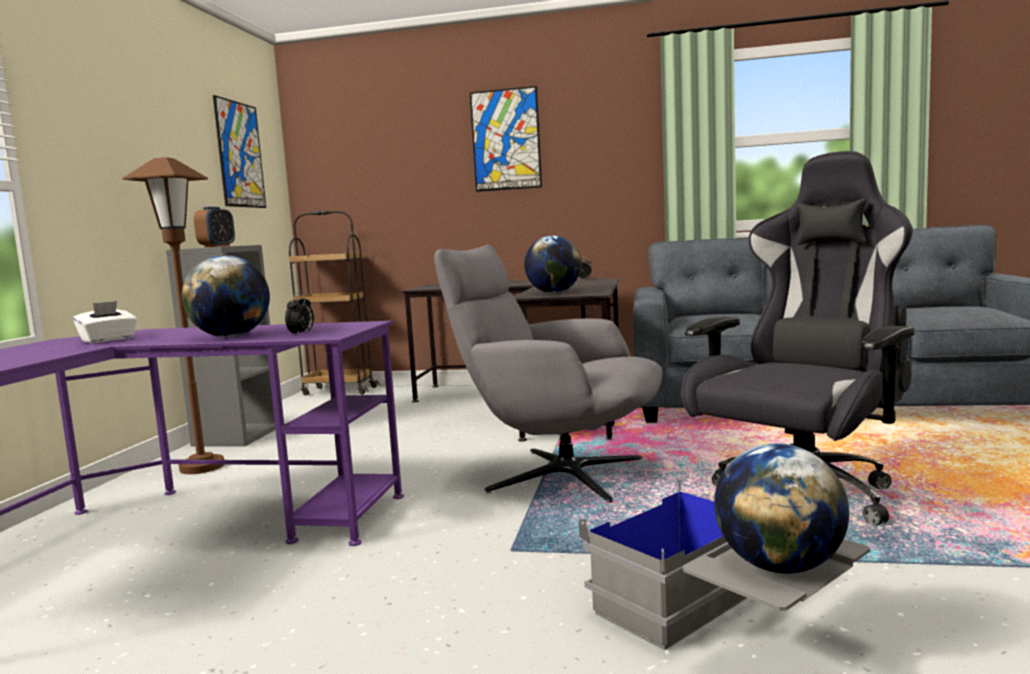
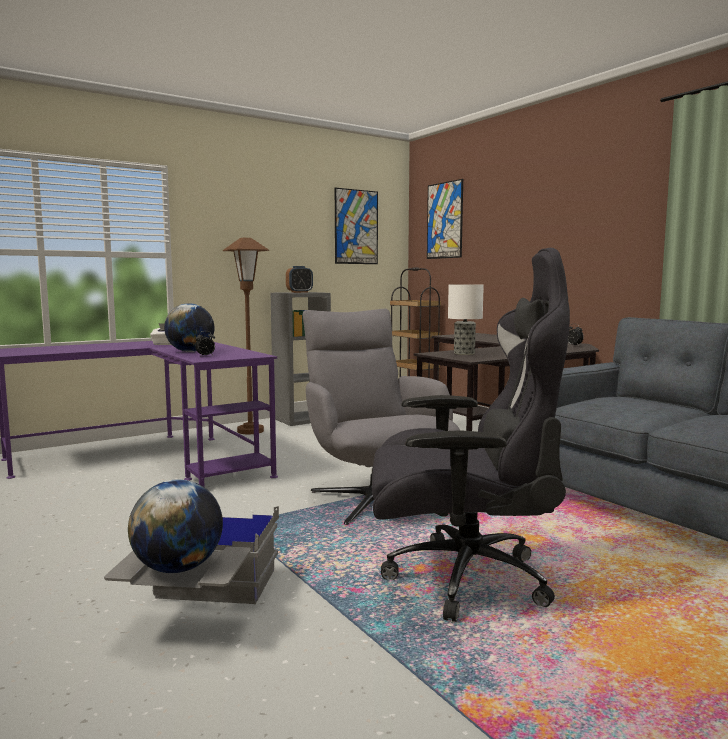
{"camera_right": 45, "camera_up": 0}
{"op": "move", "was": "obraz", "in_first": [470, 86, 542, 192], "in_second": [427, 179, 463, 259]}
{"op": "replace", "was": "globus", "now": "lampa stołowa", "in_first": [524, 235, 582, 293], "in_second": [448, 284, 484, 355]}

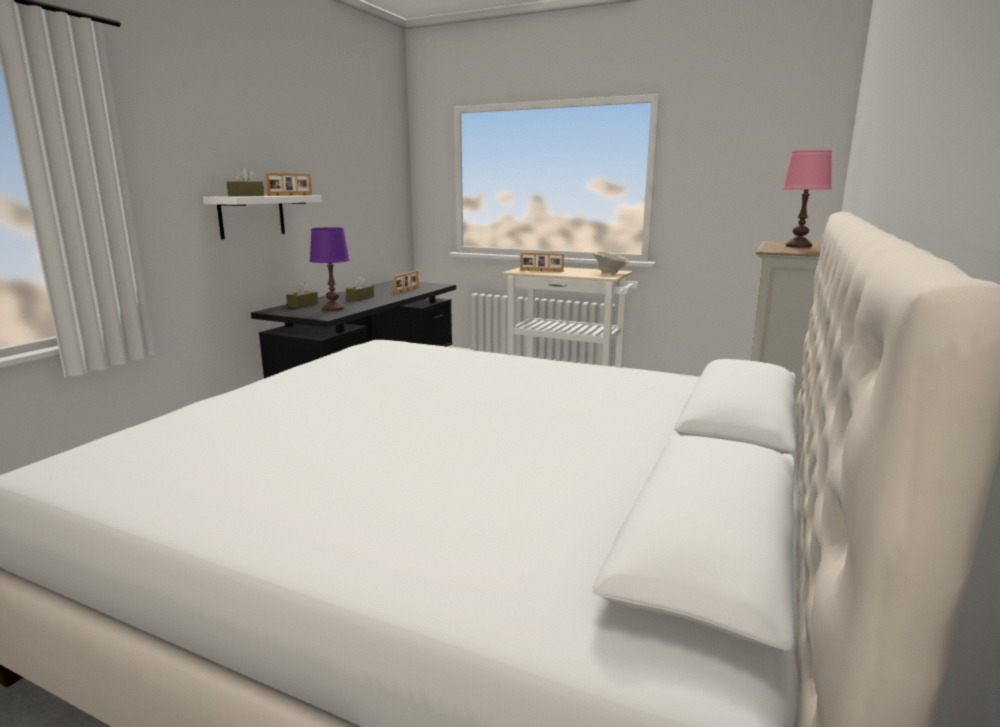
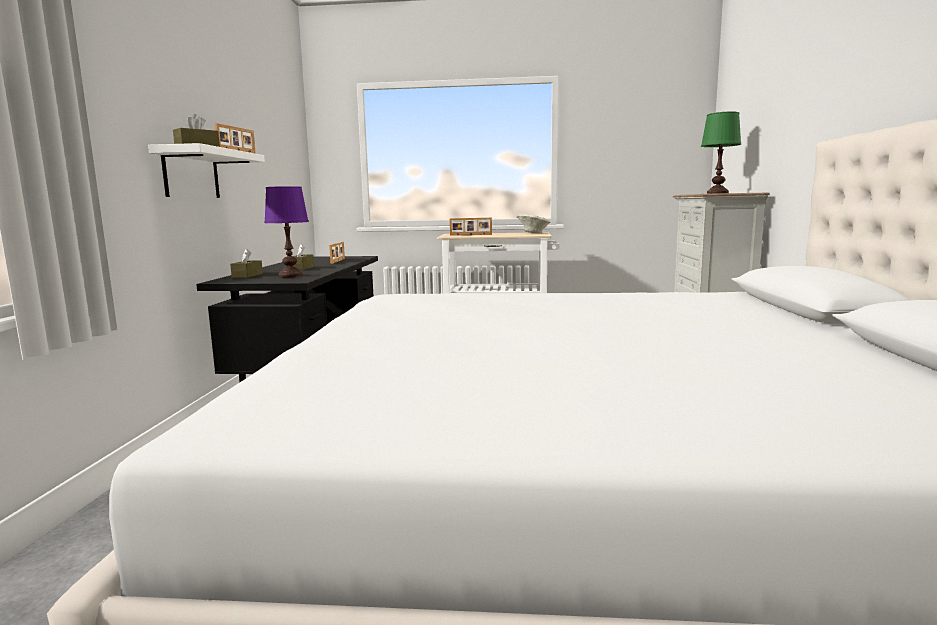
{"camera_right": -20, "camera_up": -5}
{"op": "recolor", "was": "lampa stołowa/różowy", "now": "lampa stołowa/zielony", "in_first": [782, 150, 832, 248], "in_second": [701, 111, 741, 194]}

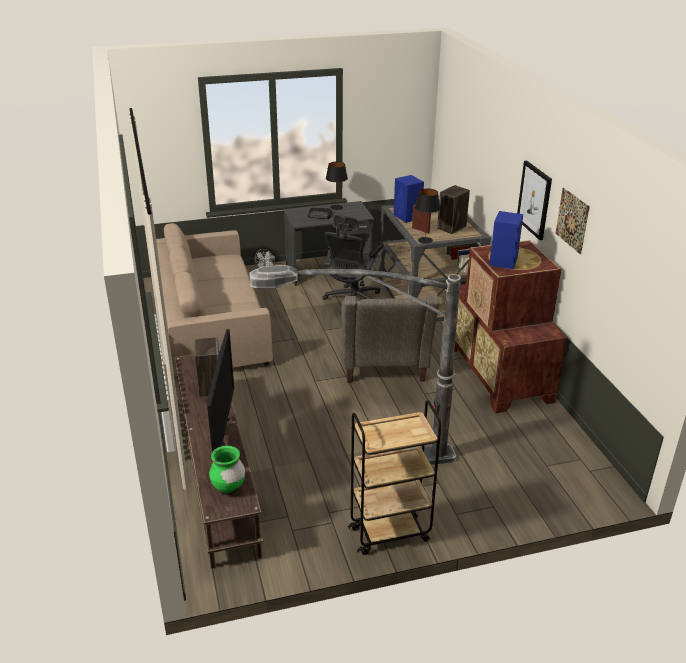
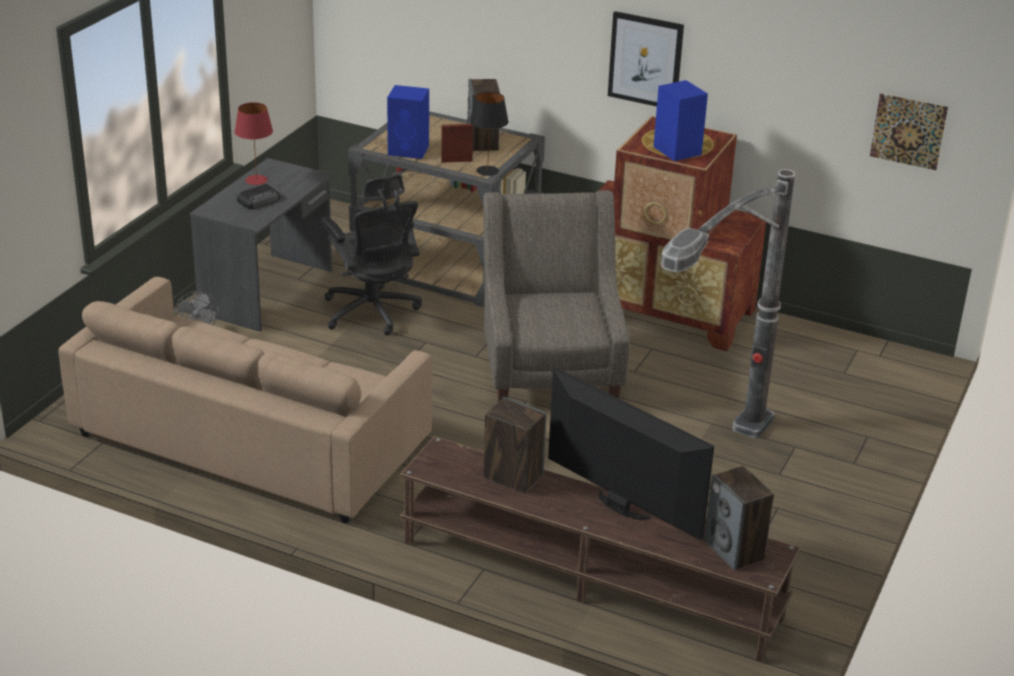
{"camera_right": -50, "camera_up": 0}
{"op": "recolor", "was": "lampa stołowa/czarny", "now": "lampa stołowa/czerwony", "in_first": [326, 162, 348, 210], "in_second": [235, 102, 273, 185]}
{"op": "rotate", "was": "fotel/szary", "in_first": [341, 295, 440, 382], "in_second": [483, 190, 630, 402], "clockwise": -135}
{"op": "replace", "was": "wazon/zielony", "now": "głośnik", "in_first": [209, 446, 245, 495], "in_second": [704, 466, 774, 570]}
{"op": "move", "was": "obraz", "in_first": [555, 188, 590, 254], "in_second": [870, 93, 948, 170]}
{"op": "delete", "was": "wózek/brązowy", "in_first": [348, 400, 441, 555]}

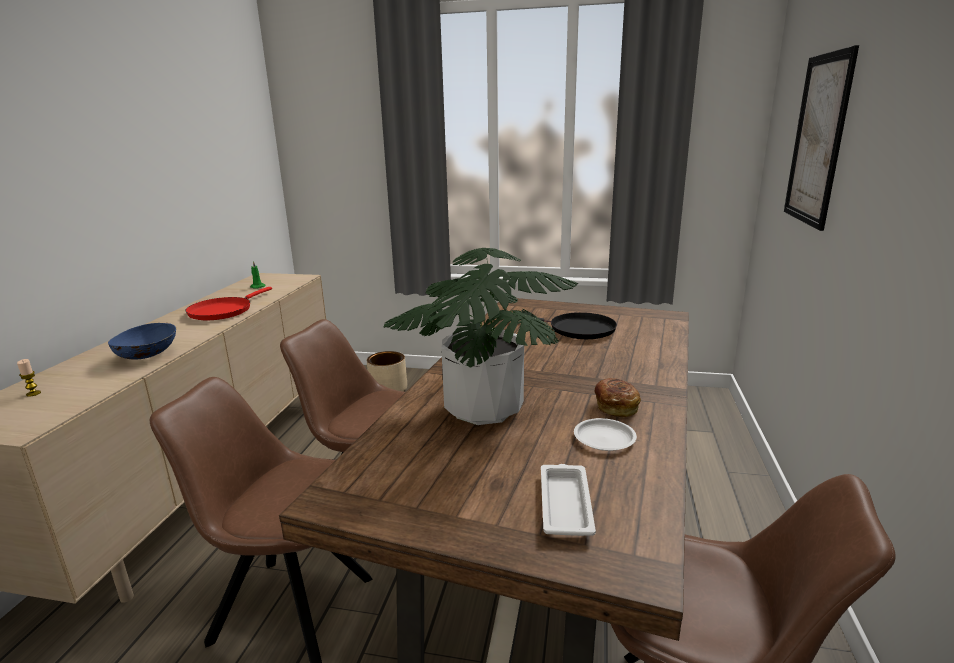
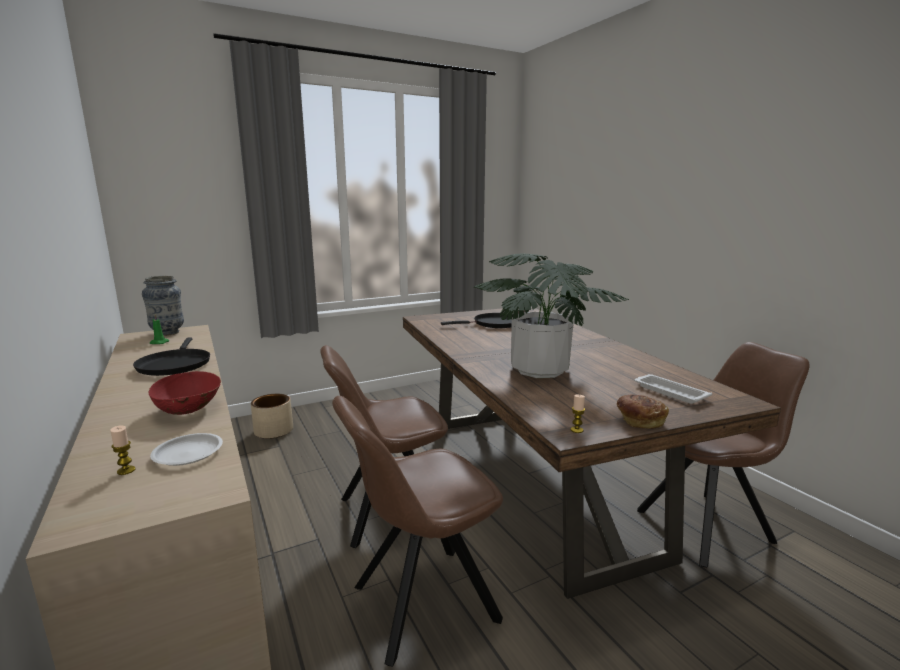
{"camera_right": -40, "camera_up": -5}
{"op": "recolor", "was": "patelnia/czerwony", "now": "patelnia/czarny", "in_first": [185, 287, 272, 320], "in_second": [133, 337, 210, 376]}
{"op": "insert", "now": "wazon", "in_second": [142, 276, 184, 336]}
{"op": "recolor", "was": "miska/niebieski", "now": "miska/czerwony", "in_first": [108, 323, 176, 359], "in_second": [149, 371, 221, 415]}
{"op": "move", "was": "talerz/biały", "in_first": [574, 418, 637, 451], "in_second": [150, 433, 223, 466]}
{"op": "insert", "now": "świeca", "in_second": [571, 394, 585, 433]}
{"op": "move", "was": "chleb", "in_first": [595, 378, 641, 418], "in_second": [617, 395, 669, 429]}
{"op": "delete", "was": "obraz", "in_first": [784, 45, 859, 231]}

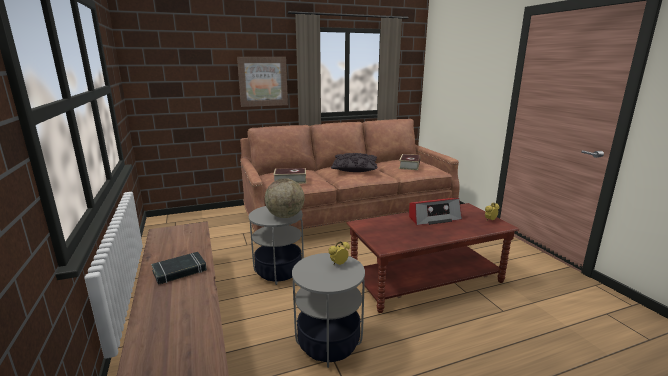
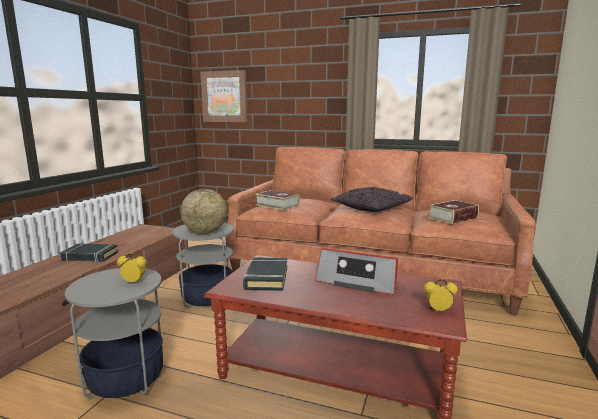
{"camera_right": 40, "camera_up": -5}
{"op": "move", "was": "obraz", "in_first": [237, 57, 288, 107], "in_second": [200, 70, 248, 122]}
{"op": "insert", "now": "książka/czarny", "in_second": [243, 257, 287, 291]}

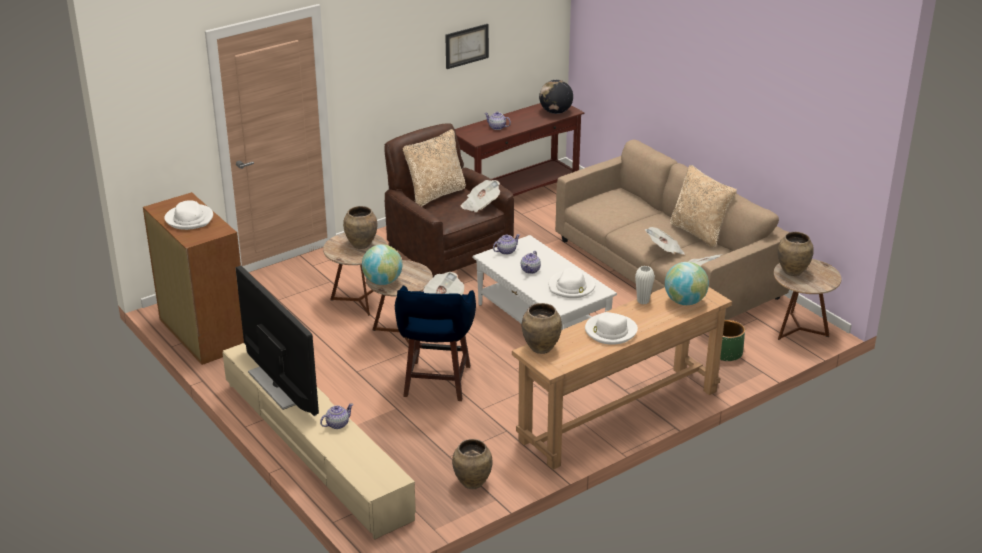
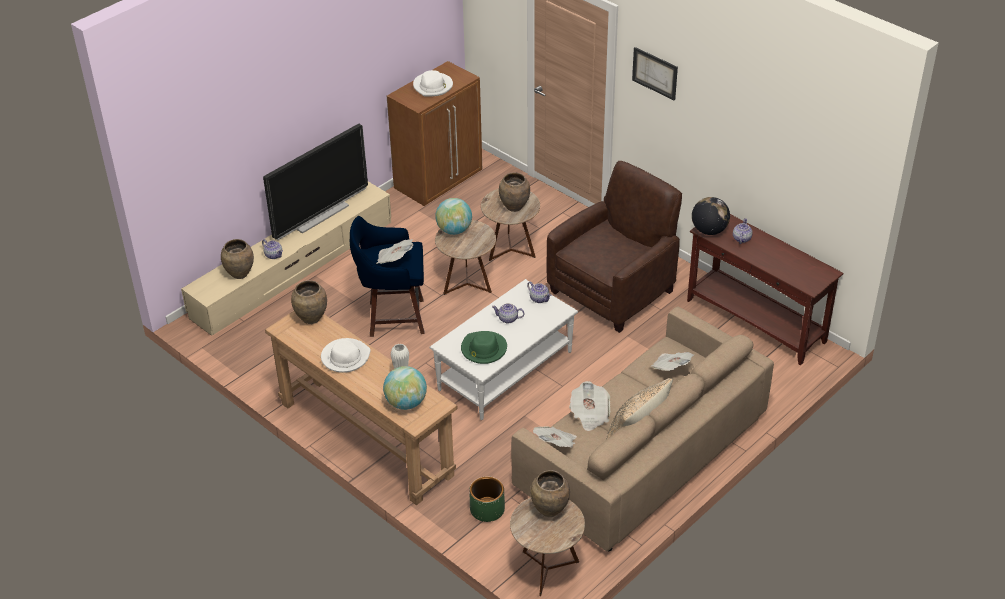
{"camera_right": 80, "camera_up": 10}
{"op": "move", "was": "wazon/brązowy", "in_first": [452, 439, 492, 489], "in_second": [221, 239, 254, 279]}
{"op": "recolor", "was": "kapelusz/biały", "now": "kapelusz/zielony", "in_first": [549, 268, 595, 298], "in_second": [461, 331, 507, 364]}
{"op": "move", "was": "obraz", "in_first": [445, 24, 489, 69], "in_second": [632, 47, 678, 100]}
{"op": "move", "was": "gazeta", "in_first": [461, 180, 500, 212], "in_second": [650, 352, 694, 371]}
{"op": "move", "was": "globus", "in_first": [539, 80, 573, 114], "in_second": [692, 197, 730, 235]}
{"op": "delete", "was": "poduszka/beżowy", "in_first": [403, 129, 466, 206]}

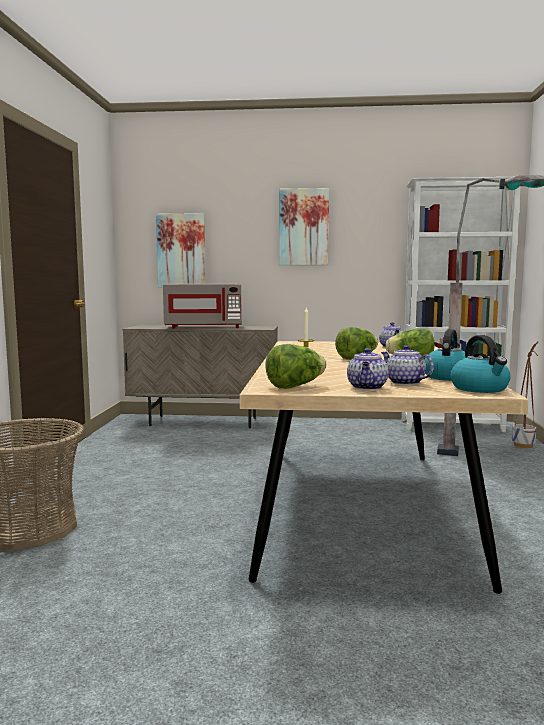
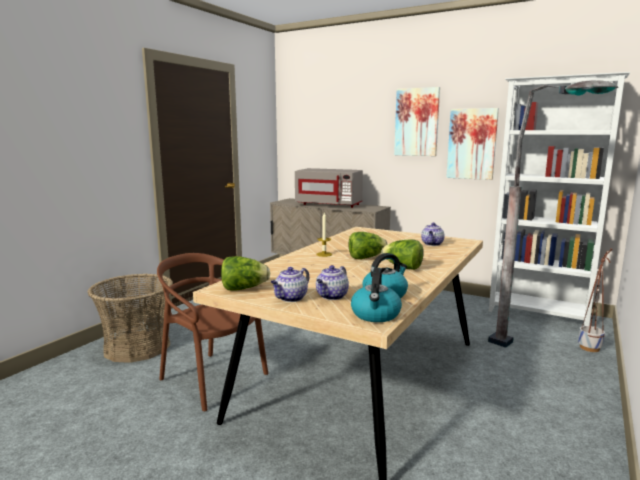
{"camera_right": 25, "camera_up": 5}
{"op": "insert", "now": "krzesło/brązowy", "in_second": [157, 253, 268, 411]}
{"op": "rotate", "was": "imbryk", "in_first": [381, 345, 434, 385], "in_second": [316, 265, 349, 300], "clockwise": -135}
{"op": "move", "was": "obraz", "in_first": [156, 213, 206, 288], "in_second": [446, 108, 499, 180]}

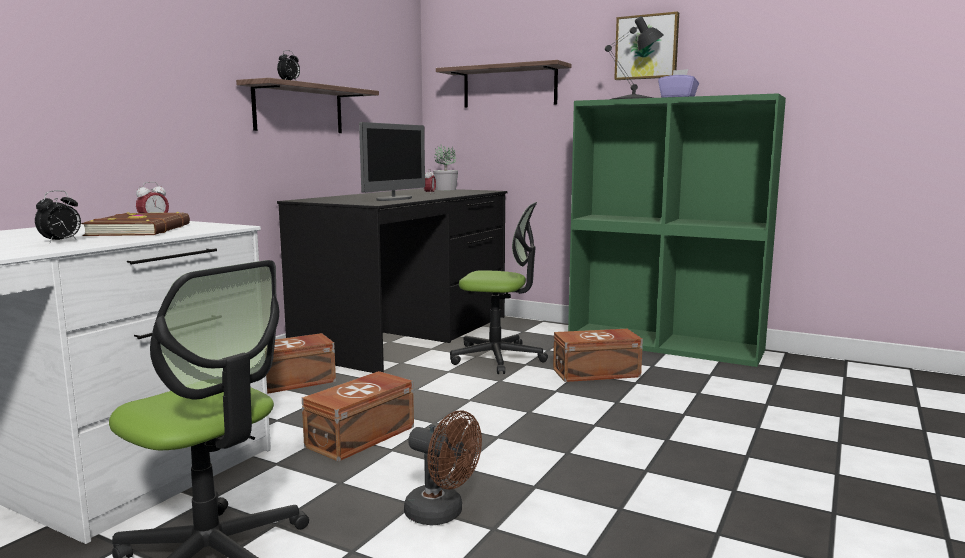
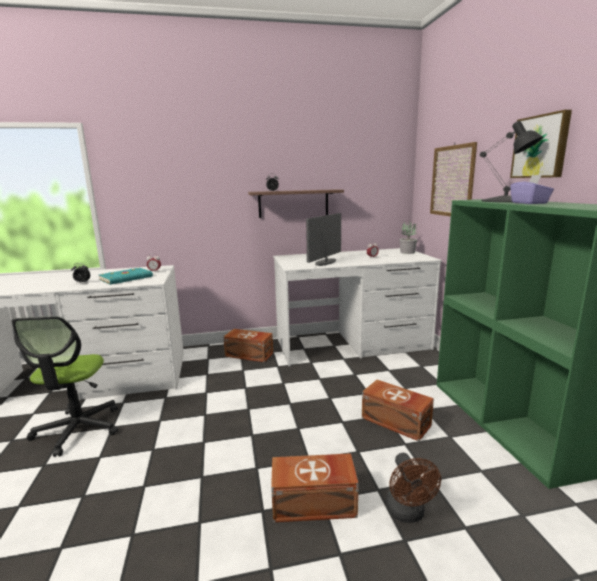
{"camera_right": 50, "camera_up": 5}
{"op": "recolor", "was": "książka/brązowy", "now": "książka/turkusowy", "in_first": [81, 212, 190, 236], "in_second": [99, 268, 153, 285]}
{"op": "move", "was": "pojemnik do przechowywania/brązowy", "in_first": [302, 371, 414, 462], "in_second": [271, 453, 359, 522]}
{"op": "recolor", "was": "biurko/czarny", "now": "biurko/biały", "in_first": [277, 188, 508, 373], "in_second": [273, 248, 442, 367]}
{"op": "rotate", "was": "monitor", "in_first": [359, 122, 425, 201], "in_second": [306, 213, 341, 266], "clockwise": 135}
{"op": "move", "was": "wentylator/brązowy", "in_first": [404, 411, 482, 526], "in_second": [386, 453, 441, 523]}
{"op": "replace", "was": "półka", "now": "obraz", "in_first": [436, 60, 572, 108], "in_second": [430, 142, 477, 217]}
{"op": "delete", "was": "krzesło biurowe", "in_first": [450, 202, 548, 374]}

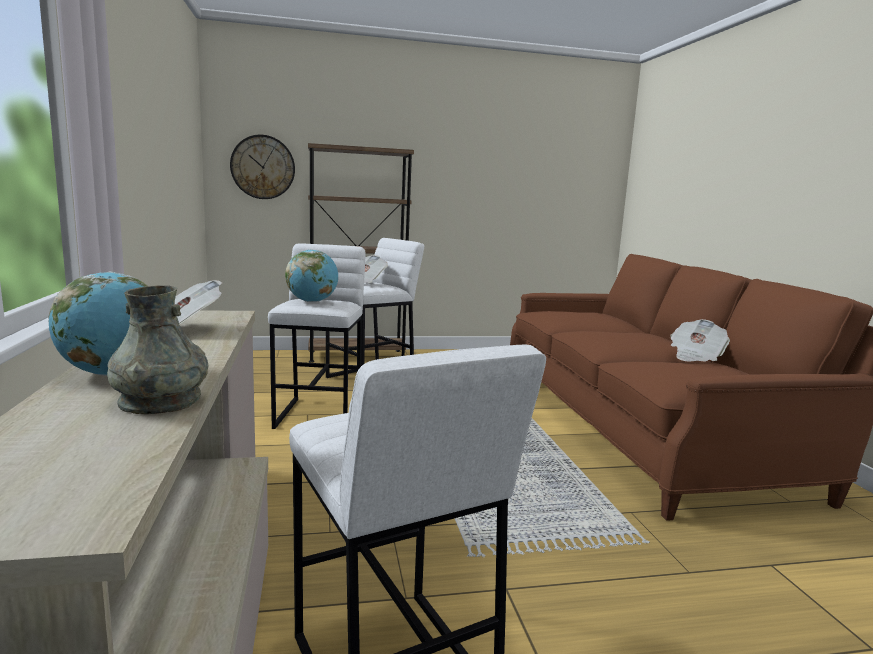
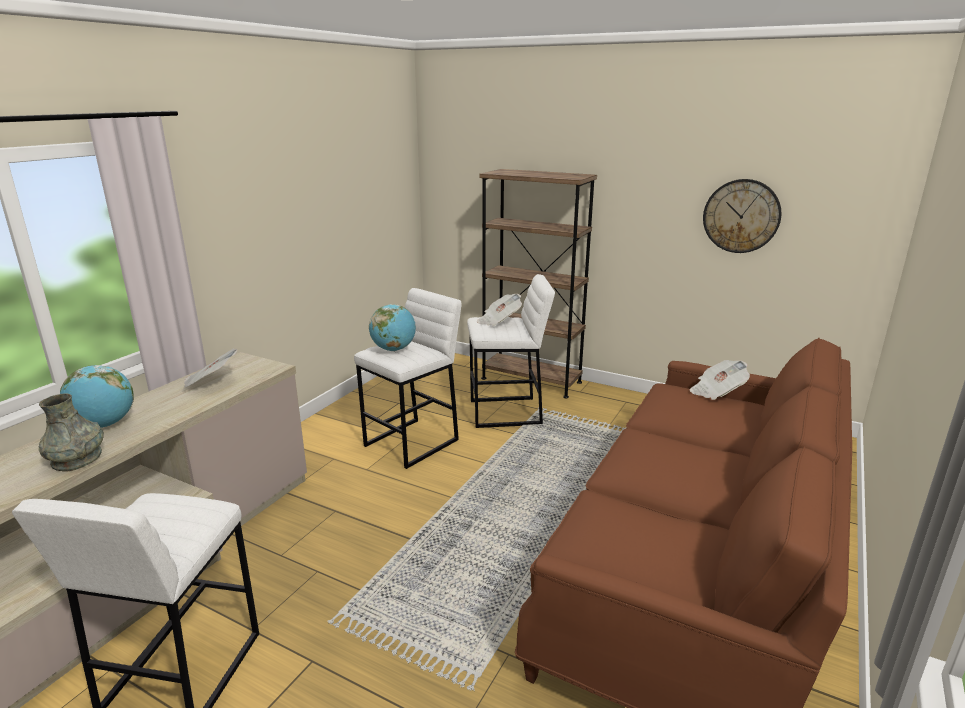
{"camera_right": 40, "camera_up": 10}
{"op": "move", "was": "gazeta", "in_first": [670, 319, 730, 362], "in_second": [690, 360, 750, 400]}
{"op": "move", "was": "zegar ścienny", "in_first": [230, 135, 295, 199], "in_second": [703, 179, 781, 253]}

